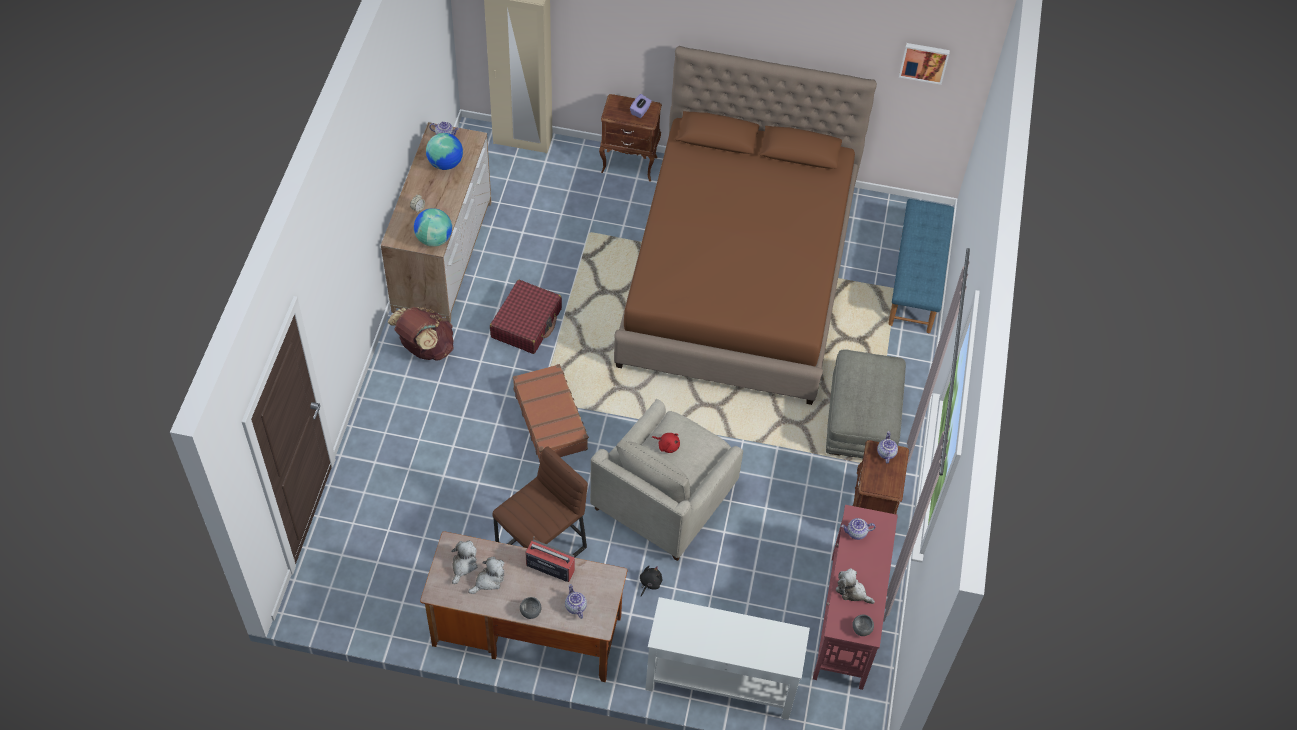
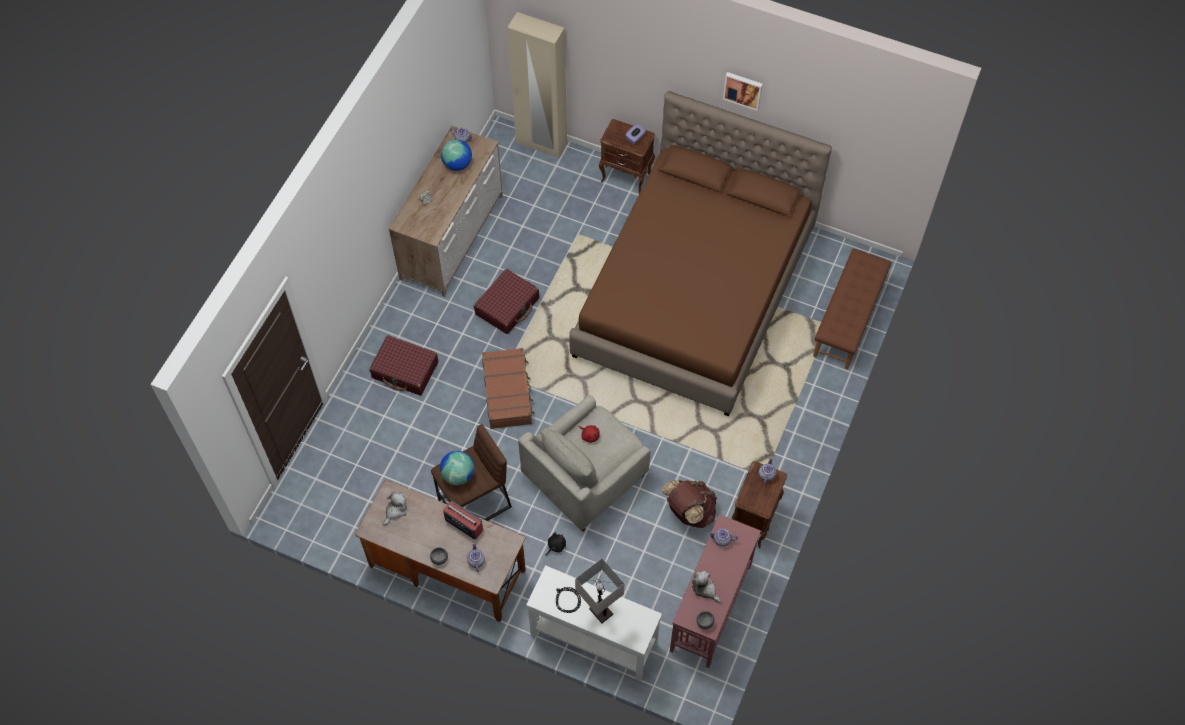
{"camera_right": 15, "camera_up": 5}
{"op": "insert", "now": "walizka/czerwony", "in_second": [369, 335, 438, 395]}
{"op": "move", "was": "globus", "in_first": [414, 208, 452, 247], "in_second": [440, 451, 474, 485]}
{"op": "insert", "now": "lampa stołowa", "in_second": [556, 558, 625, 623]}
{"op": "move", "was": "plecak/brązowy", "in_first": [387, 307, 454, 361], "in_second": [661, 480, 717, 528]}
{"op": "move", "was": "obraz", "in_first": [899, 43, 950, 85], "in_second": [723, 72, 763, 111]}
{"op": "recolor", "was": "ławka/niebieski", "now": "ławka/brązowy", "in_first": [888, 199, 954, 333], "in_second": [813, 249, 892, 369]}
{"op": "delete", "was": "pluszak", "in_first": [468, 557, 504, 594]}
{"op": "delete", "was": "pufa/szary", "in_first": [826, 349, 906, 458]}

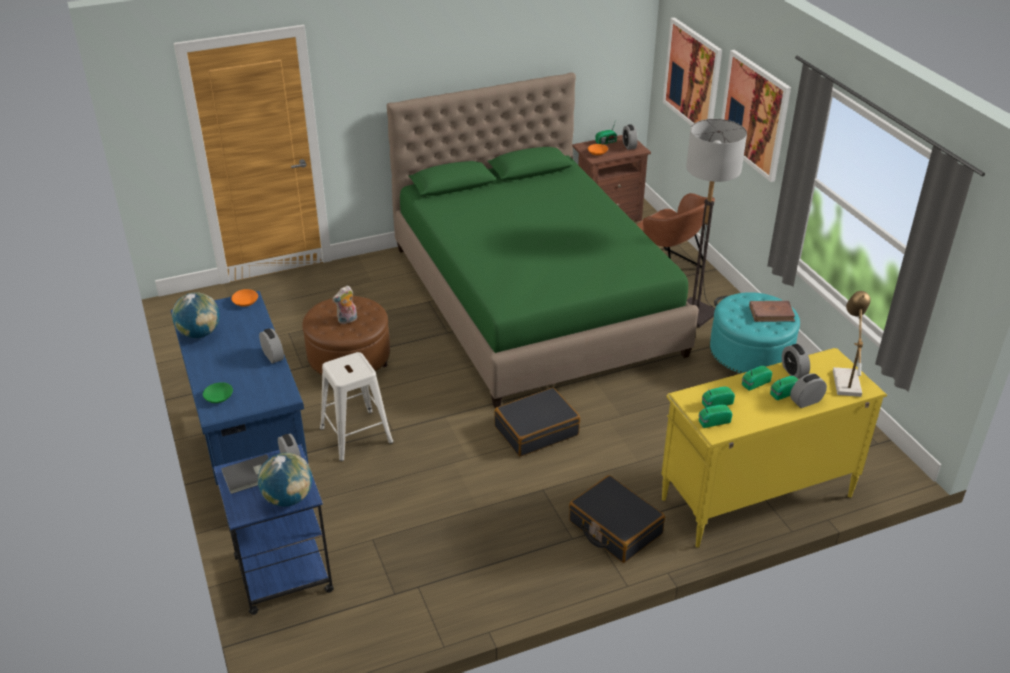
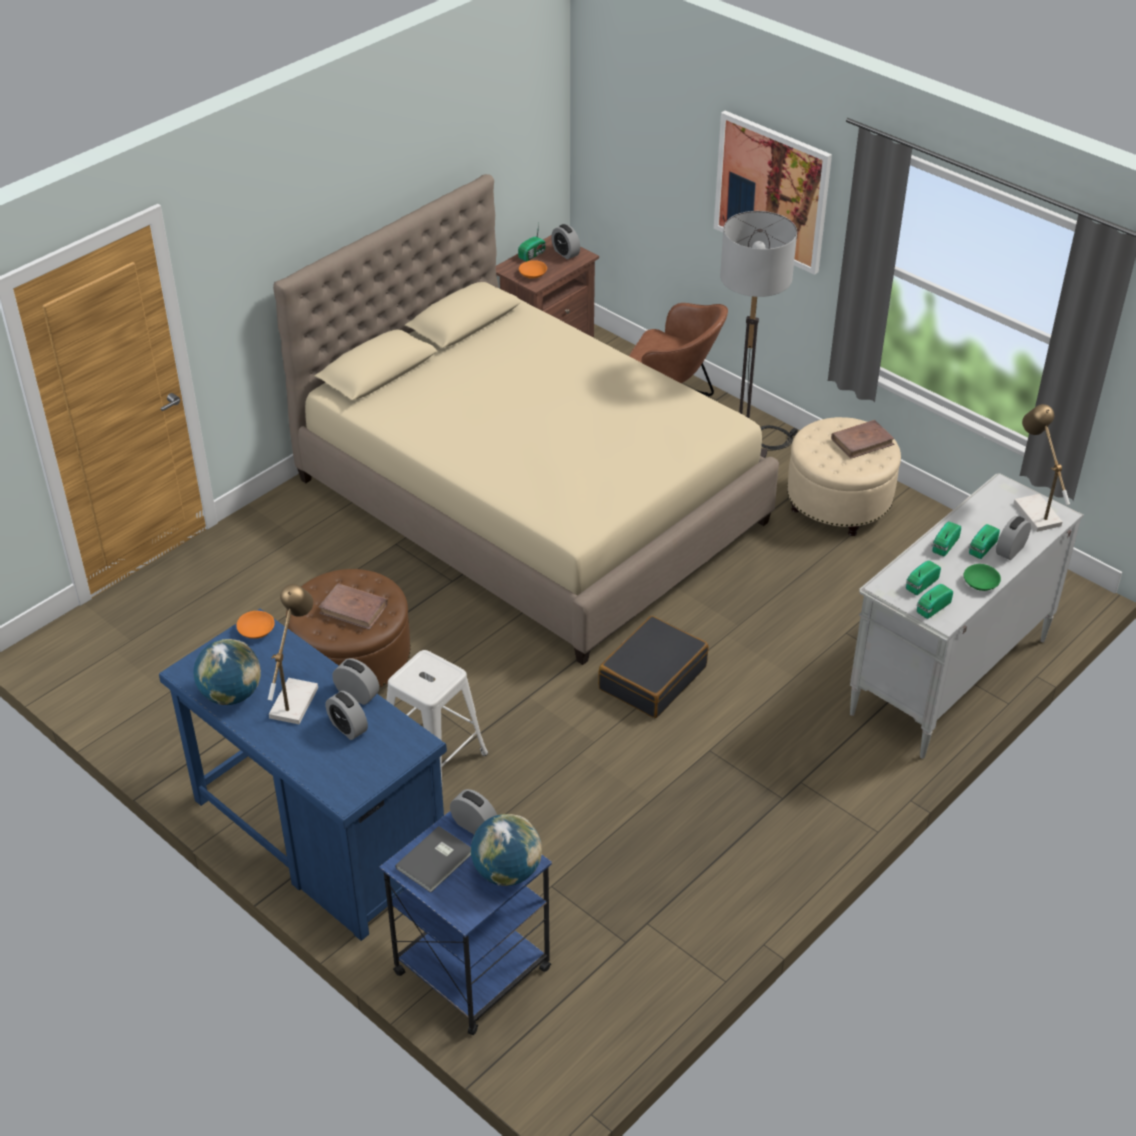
{"camera_right": -25, "camera_up": 5}
{"op": "insert", "now": "lampa stołowa", "in_second": [268, 584, 318, 724]}
{"op": "recolor", "was": "łóżko/zielony", "now": "łóżko/beżowy", "in_first": [387, 73, 699, 408], "in_second": [273, 174, 779, 665]}
{"op": "replace", "was": "pluszak", "now": "książka/brązowy", "in_first": [332, 286, 357, 324], "in_second": [319, 583, 388, 630]}
{"op": "move", "was": "budzik", "in_first": [782, 344, 810, 379], "in_second": [326, 691, 368, 740]}
{"op": "recolor", "was": "pufa/turkusowy", "now": "pufa/beżowy", "in_first": [710, 292, 800, 373], "in_second": [787, 417, 901, 536]}
{"op": "recolor", "was": "komoda/żółty", "now": "komoda/biały", "in_first": [661, 348, 887, 547], "in_second": [850, 474, 1084, 759]}
{"op": "move", "was": "miska/zielony", "in_first": [203, 382, 233, 403], "in_second": [964, 564, 1001, 591]}
{"op": "delete", "was": "walizka/czarny", "in_first": [569, 475, 665, 563]}
{"op": "delete", "was": "obraz", "in_first": [663, 17, 722, 126]}

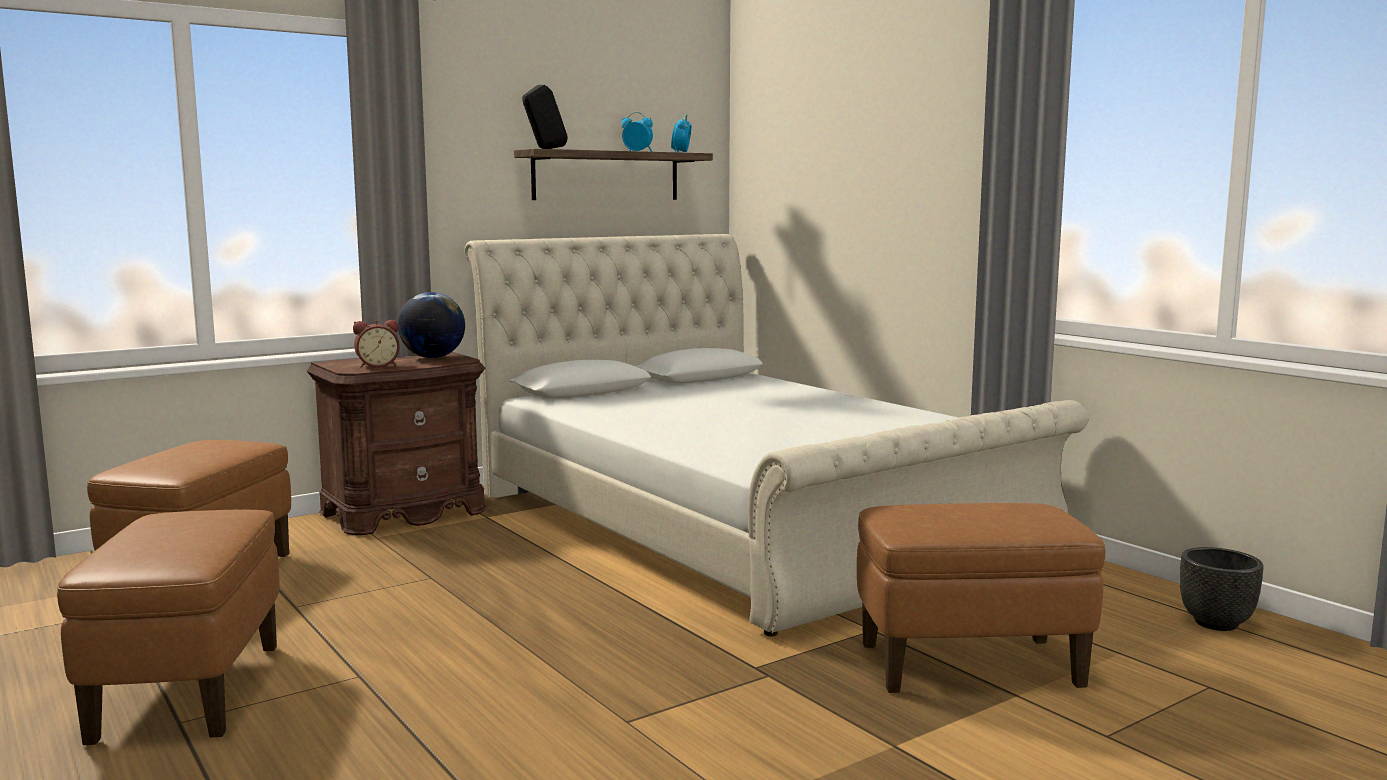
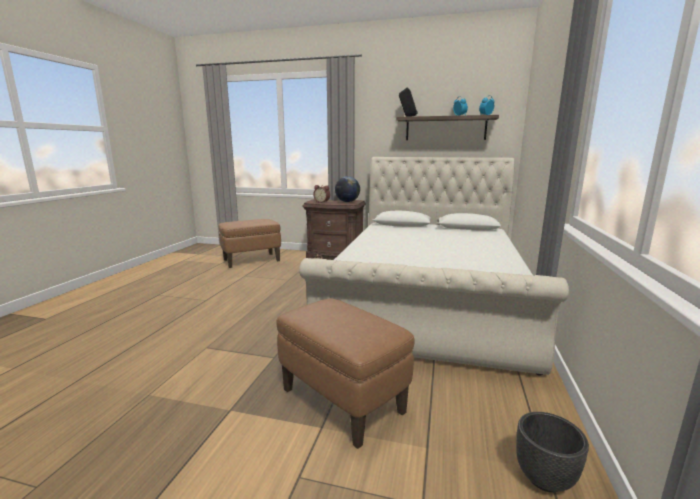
{"camera_right": 50, "camera_up": 5}
{"op": "delete", "was": "pufa/brązowy", "in_first": [57, 510, 280, 745]}

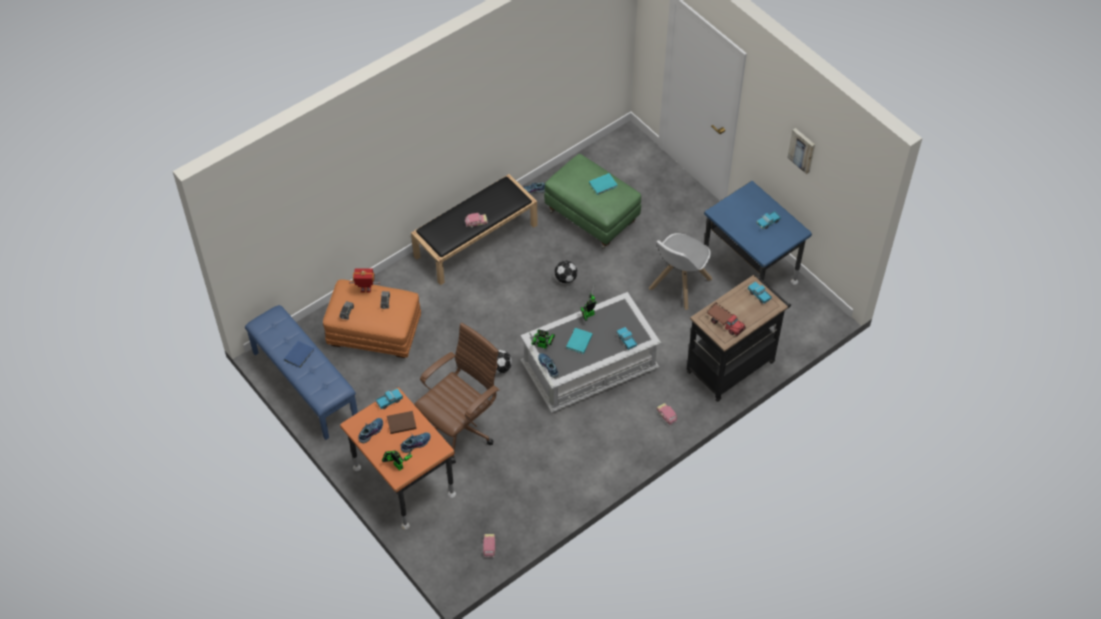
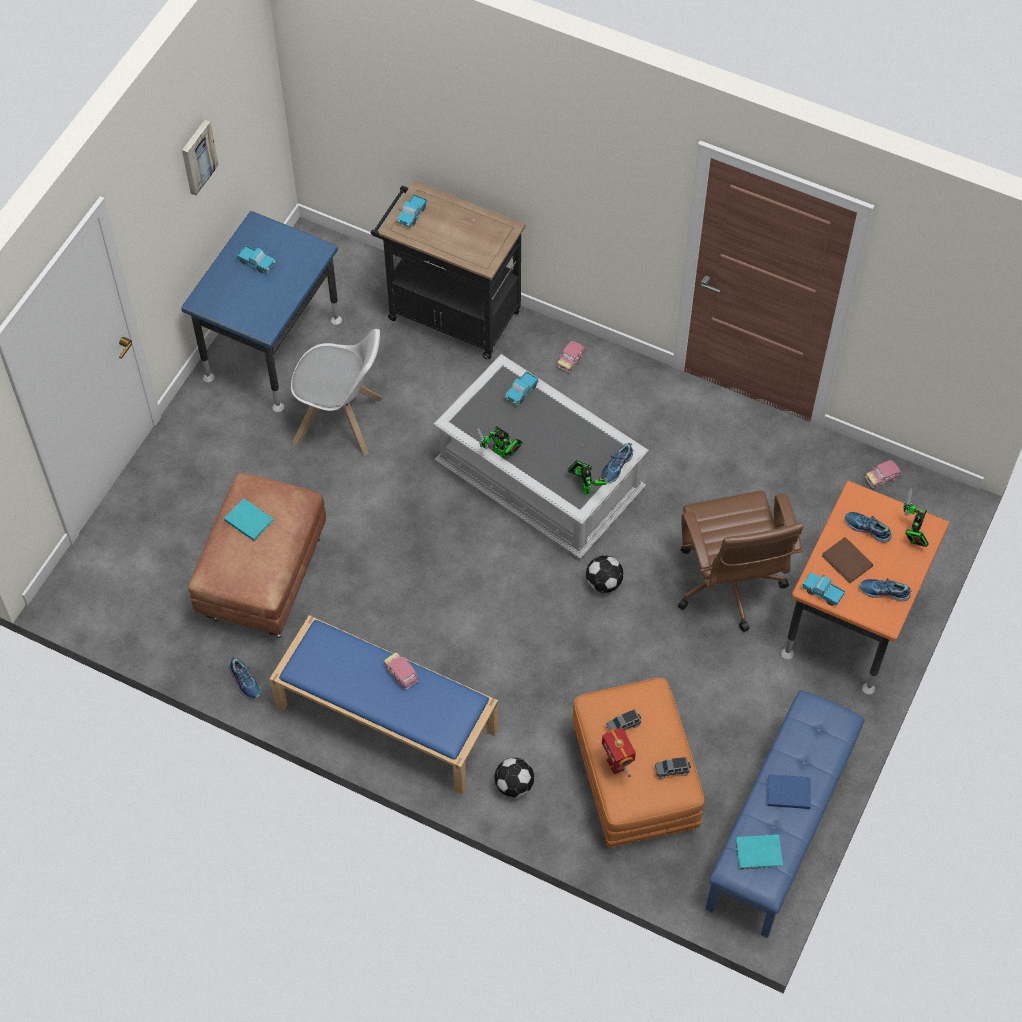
{"camera_right": -115, "camera_up": 5}
{"op": "recolor", "was": "pufa/zielony", "now": "pufa/brązowy", "in_first": [544, 154, 641, 249], "in_second": [188, 473, 326, 638]}
{"op": "recolor", "was": "ławka/czarny", "now": "ławka/niebieski", "in_first": [411, 174, 537, 285], "in_second": [270, 615, 498, 795]}
{"op": "move", "was": "piłka futbolowa", "in_first": [555, 261, 577, 283], "in_second": [495, 758, 534, 798]}
{"op": "rotate", "was": "krzesło biurowe/brązowy", "in_first": [414, 323, 500, 464], "in_second": [678, 491, 804, 632], "clockwise": -120}
{"op": "move", "was": "książka/turkusowy", "in_first": [566, 328, 592, 354], "in_second": [736, 835, 783, 870]}
{"op": "delete", "was": "ciężarówka zabawkowa", "in_first": [707, 303, 746, 336]}

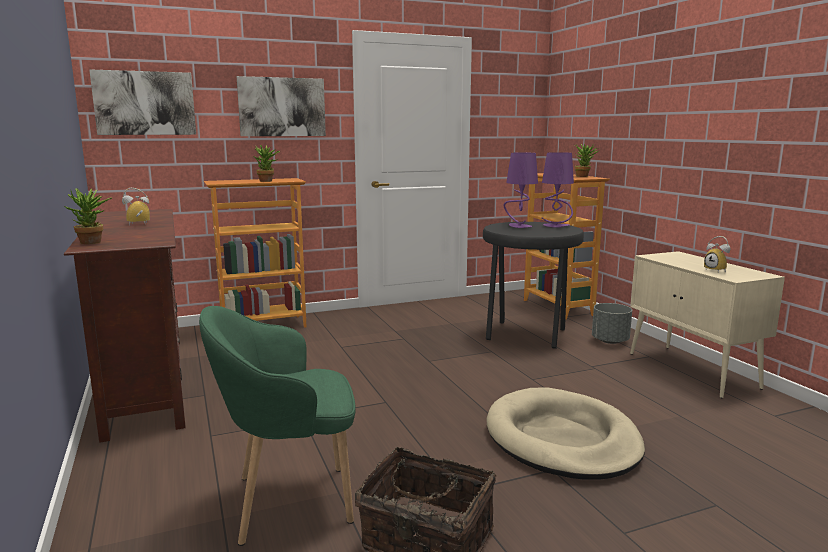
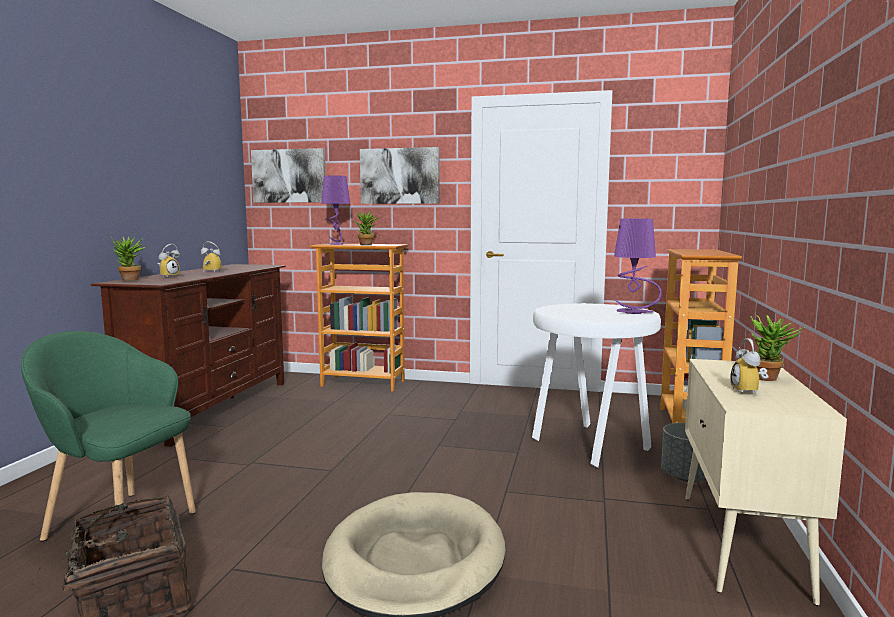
{"camera_right": 35, "camera_up": -5}
{"op": "insert", "now": "budzik", "in_second": [157, 244, 180, 278]}
{"op": "move", "was": "lampa stołowa/fioletowy", "in_first": [504, 152, 538, 228], "in_second": [321, 175, 350, 245]}
{"op": "recolor", "was": "stołek/czarny", "now": "stołek/biały", "in_first": [483, 222, 584, 349], "in_second": [532, 303, 661, 468]}
{"op": "move", "was": "roślina doniczkowa", "in_first": [575, 143, 599, 177], "in_second": [750, 315, 805, 381]}

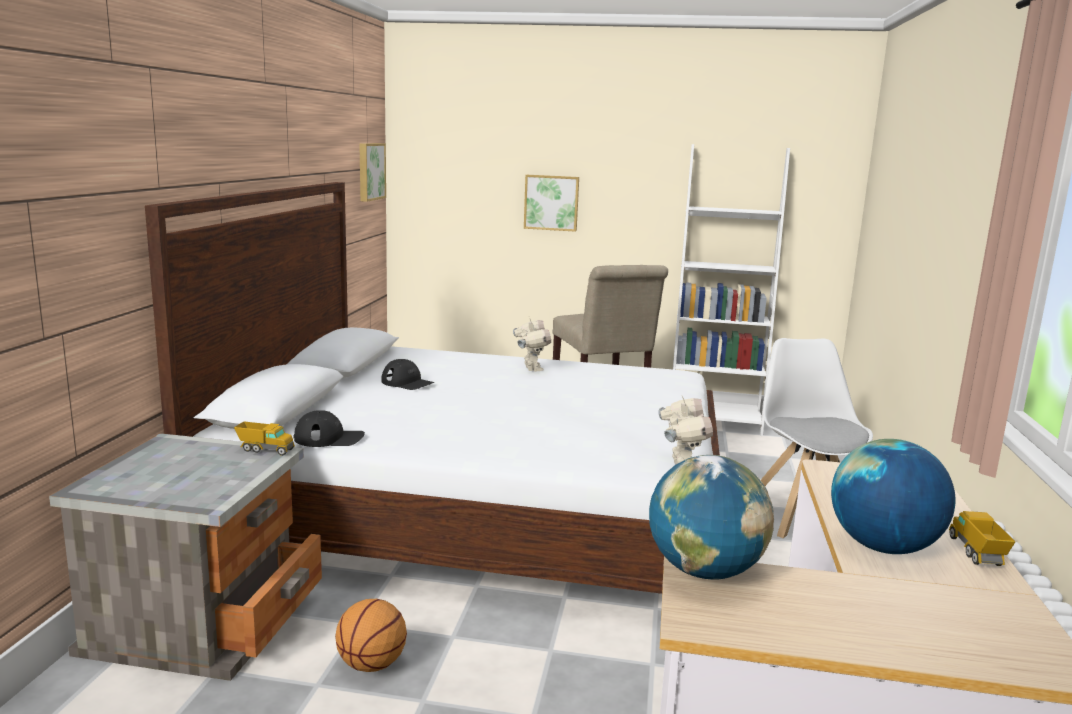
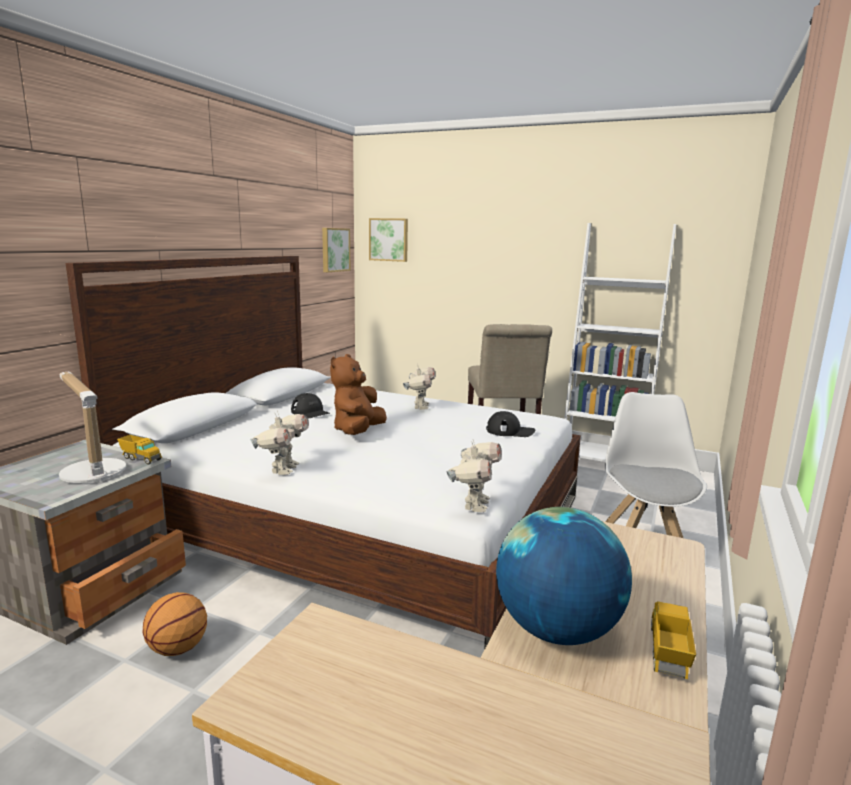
{"camera_right": 15, "camera_up": 0}
{"op": "insert", "now": "lampa stołowa", "in_second": [59, 372, 126, 483]}
{"op": "insert", "now": "robot zabawkowy", "in_second": [250, 411, 309, 475]}
{"op": "insert", "now": "pluszak/brązowy", "in_second": [330, 354, 387, 435]}
{"op": "move", "was": "obraz", "in_first": [524, 175, 579, 232], "in_second": [369, 218, 408, 262]}
{"op": "move", "was": "czapka z daszkiem/czarny", "in_first": [293, 410, 365, 447], "in_second": [486, 411, 535, 437]}
{"op": "delete", "was": "globus", "in_first": [649, 455, 774, 579]}

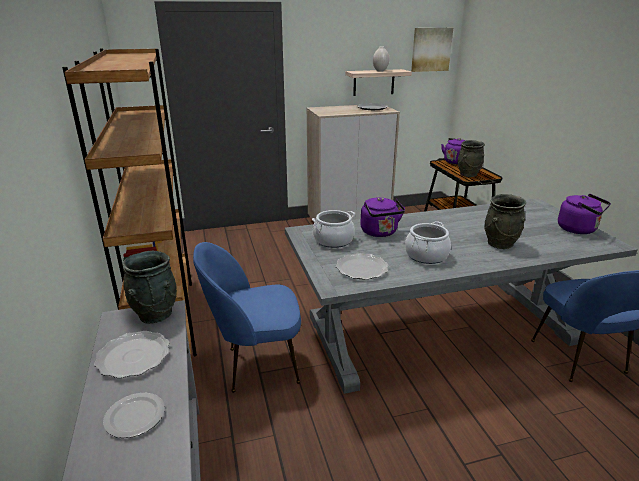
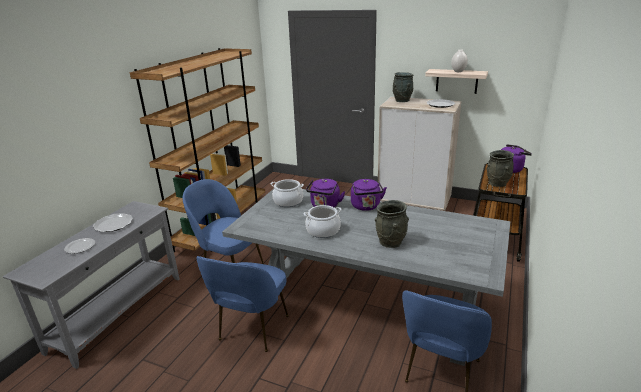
{"camera_right": 40, "camera_up": 0}
{"op": "insert", "now": "krzesło/niebieski", "in_second": [196, 256, 289, 352]}
{"op": "move", "was": "czajnik/fioletowy", "in_first": [558, 194, 611, 234], "in_second": [351, 179, 387, 211]}
{"op": "move", "was": "wazon/szary", "in_first": [122, 251, 177, 324], "in_second": [393, 72, 413, 102]}
{"op": "delete", "was": "talerz", "in_first": [336, 253, 388, 279]}
{"op": "delete", "was": "obraz", "in_first": [411, 28, 453, 72]}

